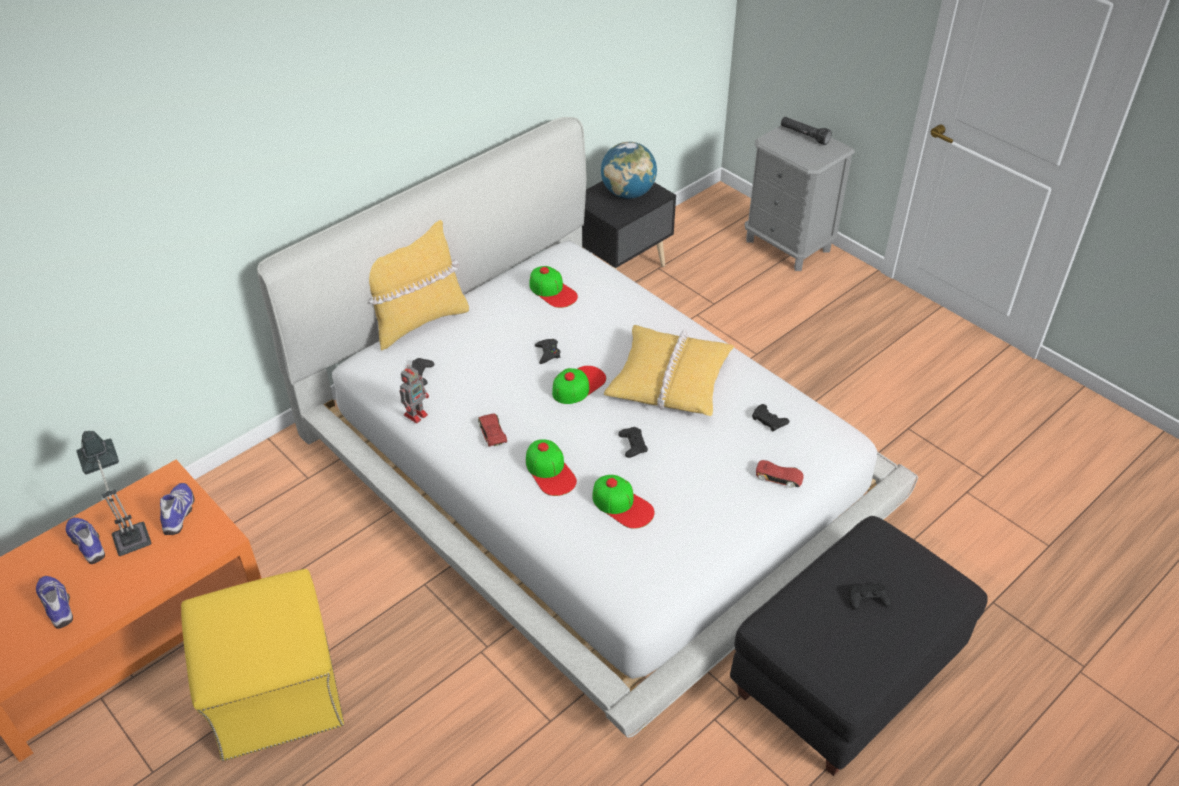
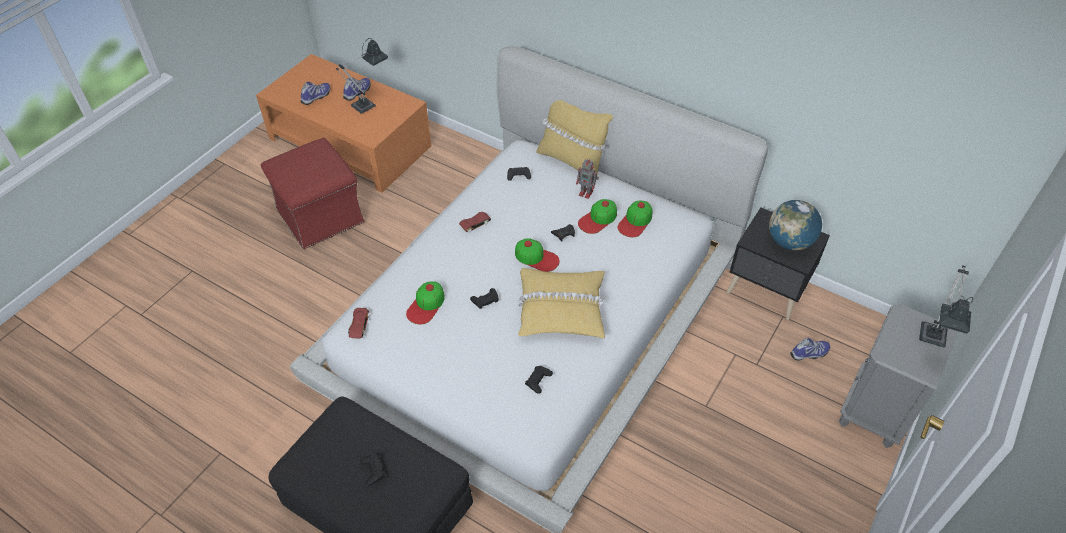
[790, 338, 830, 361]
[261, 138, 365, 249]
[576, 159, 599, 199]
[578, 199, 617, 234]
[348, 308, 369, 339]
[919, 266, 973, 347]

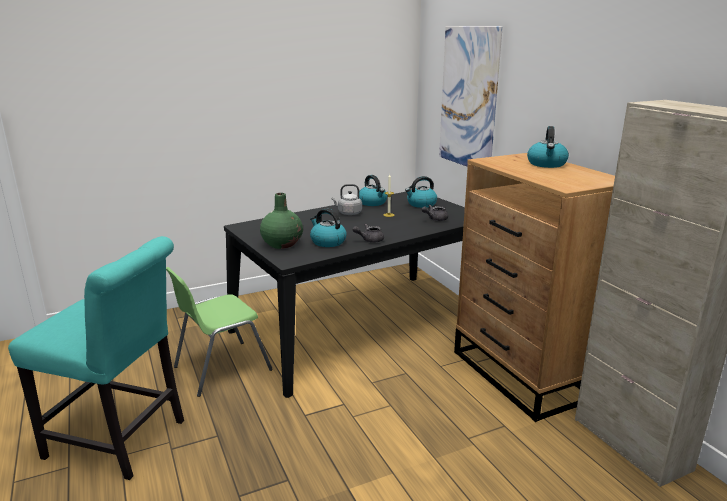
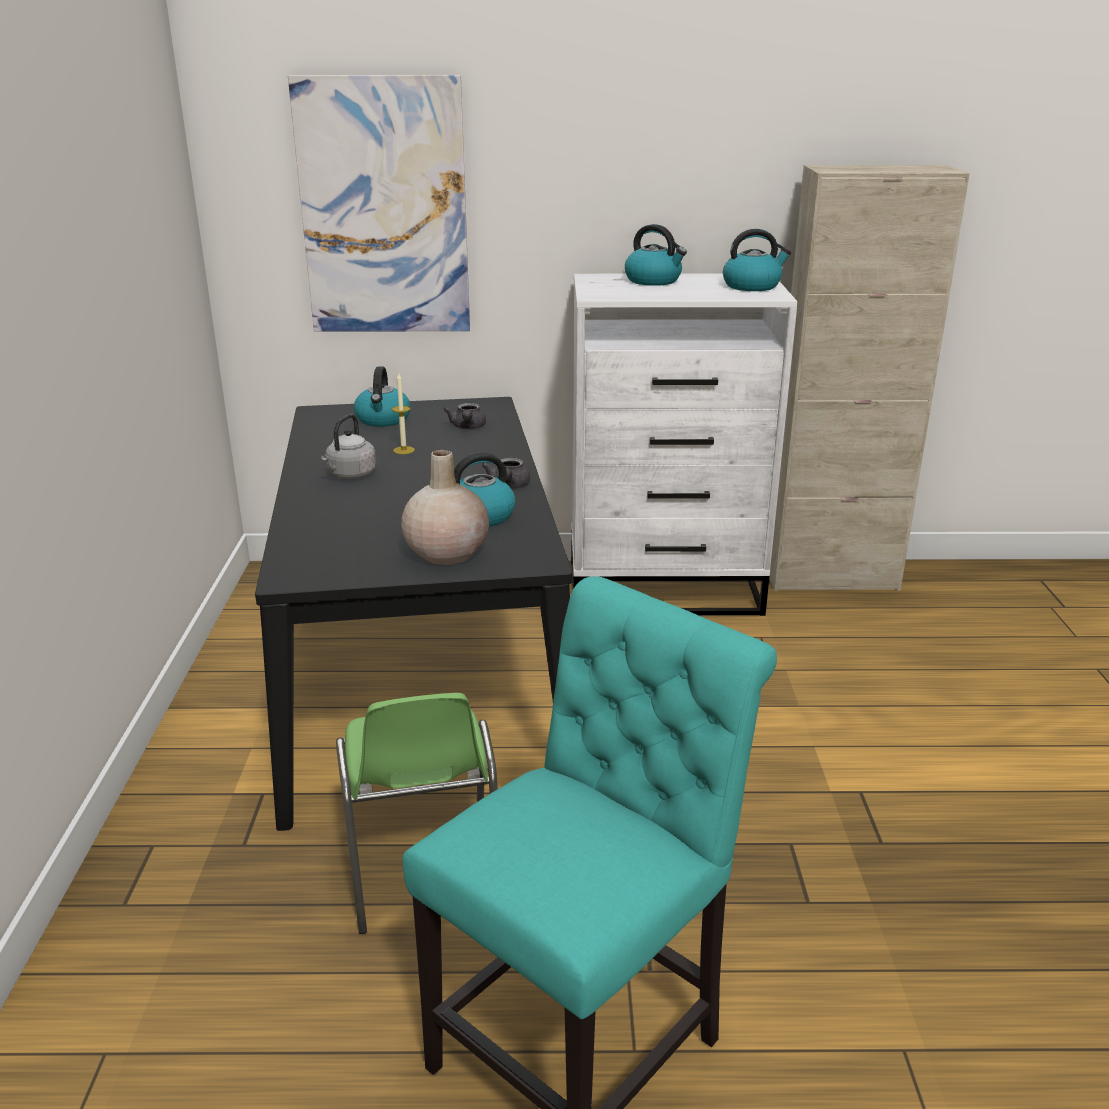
[401, 450, 489, 565]
[723, 229, 791, 291]
[571, 273, 797, 616]

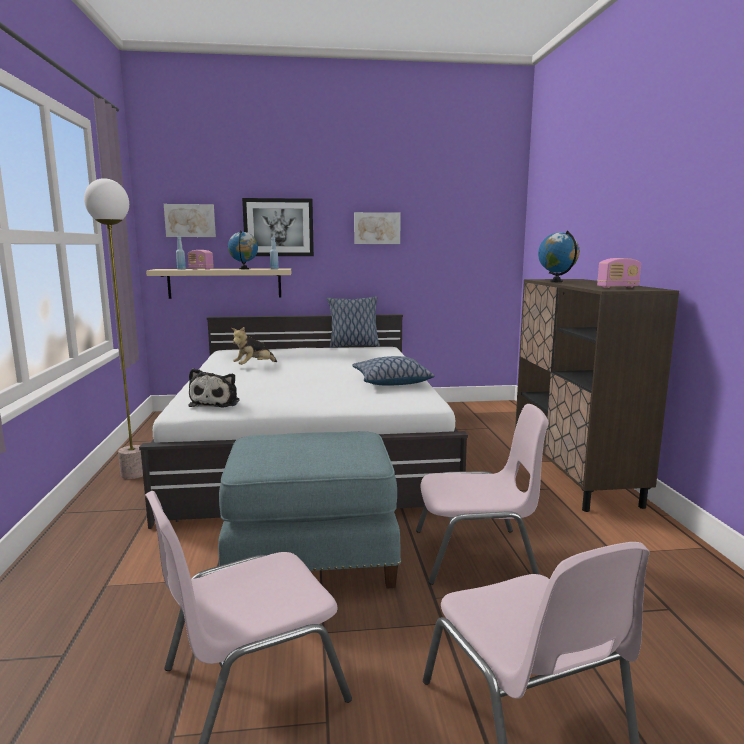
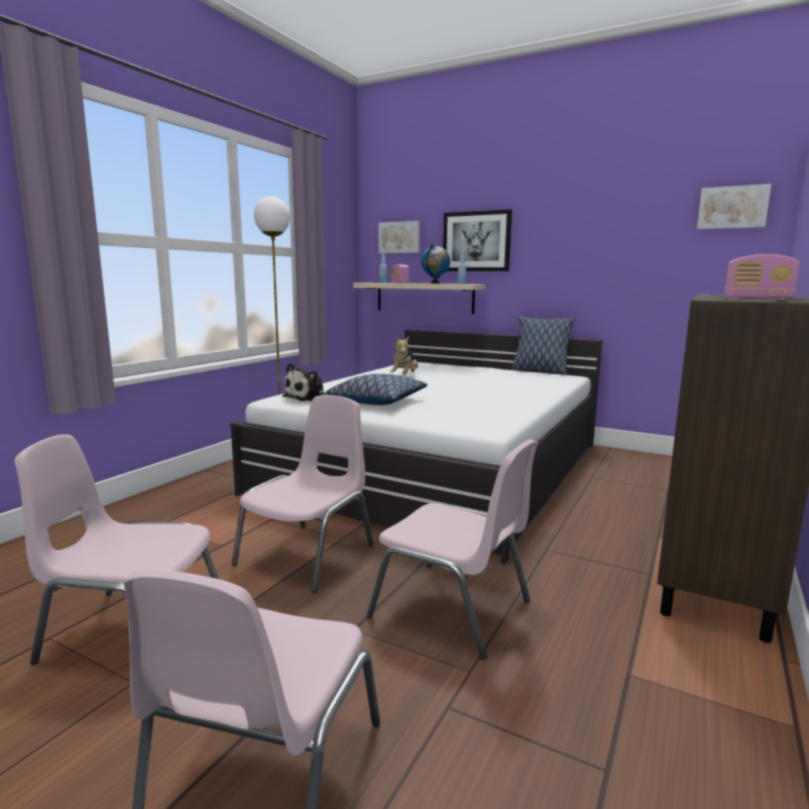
[232, 395, 374, 593]
[390, 336, 418, 374]
[326, 374, 427, 405]
[697, 184, 771, 229]
[538, 230, 579, 282] (first image)

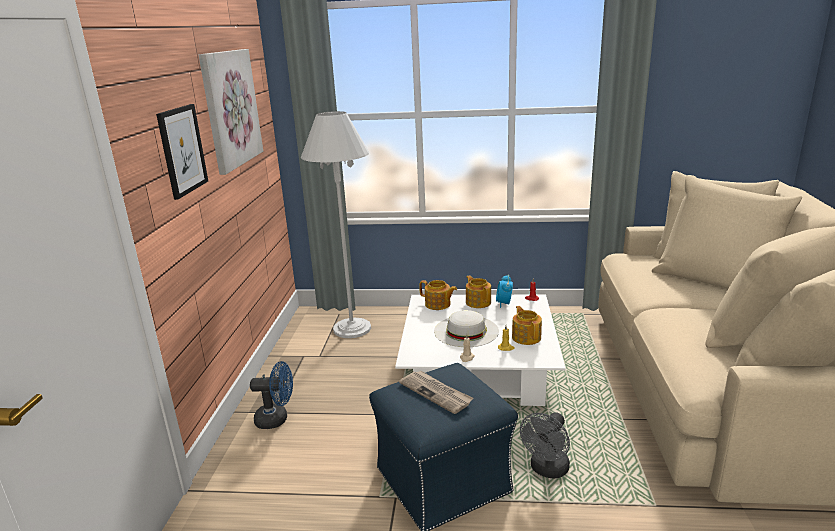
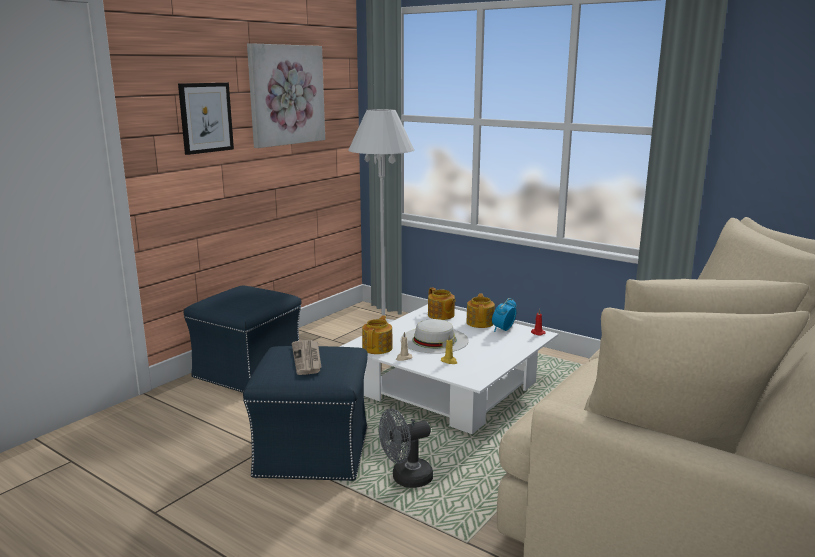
[184, 285, 302, 393]
[362, 315, 393, 354]

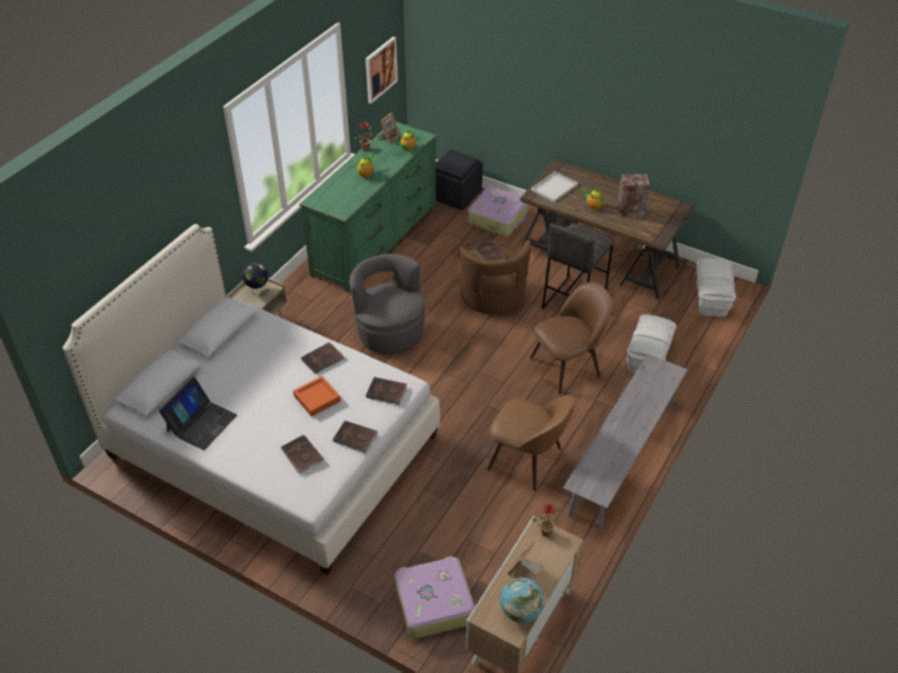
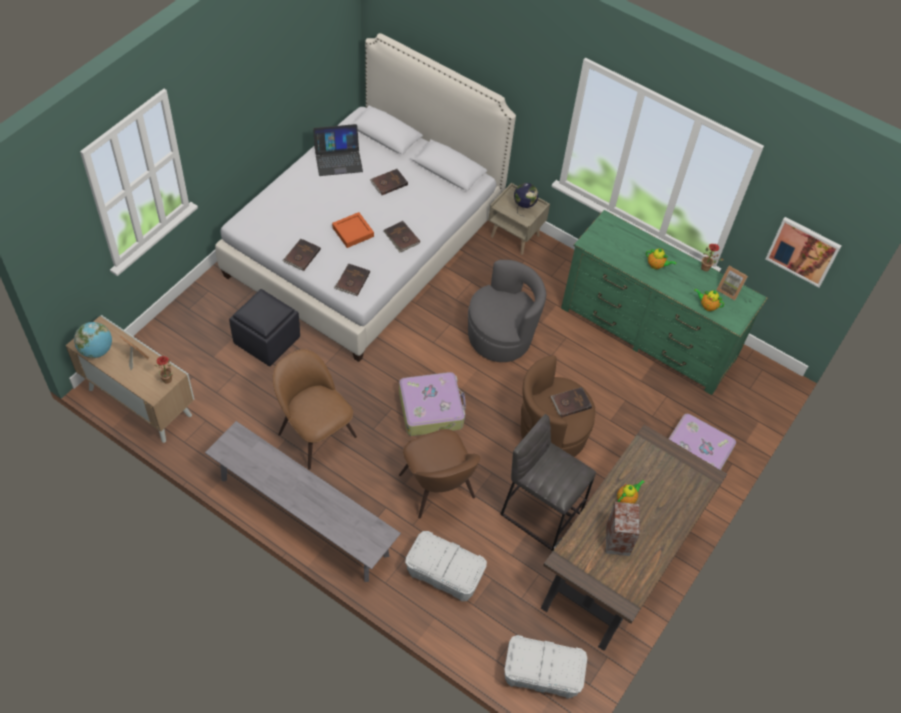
[313, 124, 363, 176]
[370, 169, 408, 195]
[399, 372, 466, 436]
[229, 289, 300, 366]
[273, 349, 357, 470]
[531, 171, 578, 202] (first image)

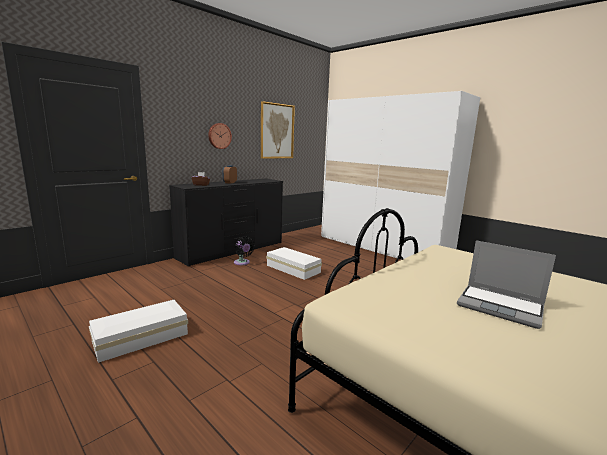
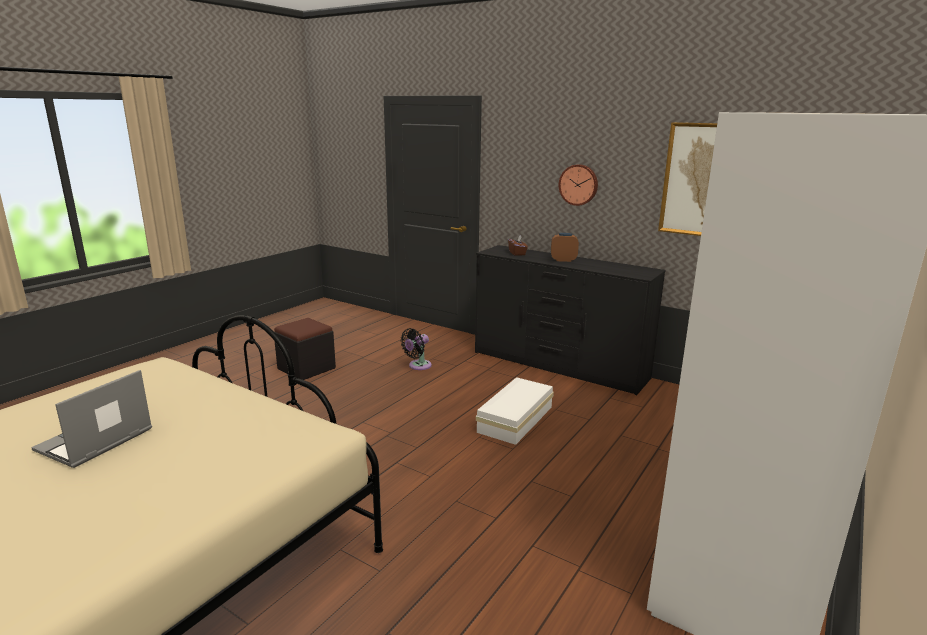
[274, 318, 336, 380]
[400, 328, 432, 370]

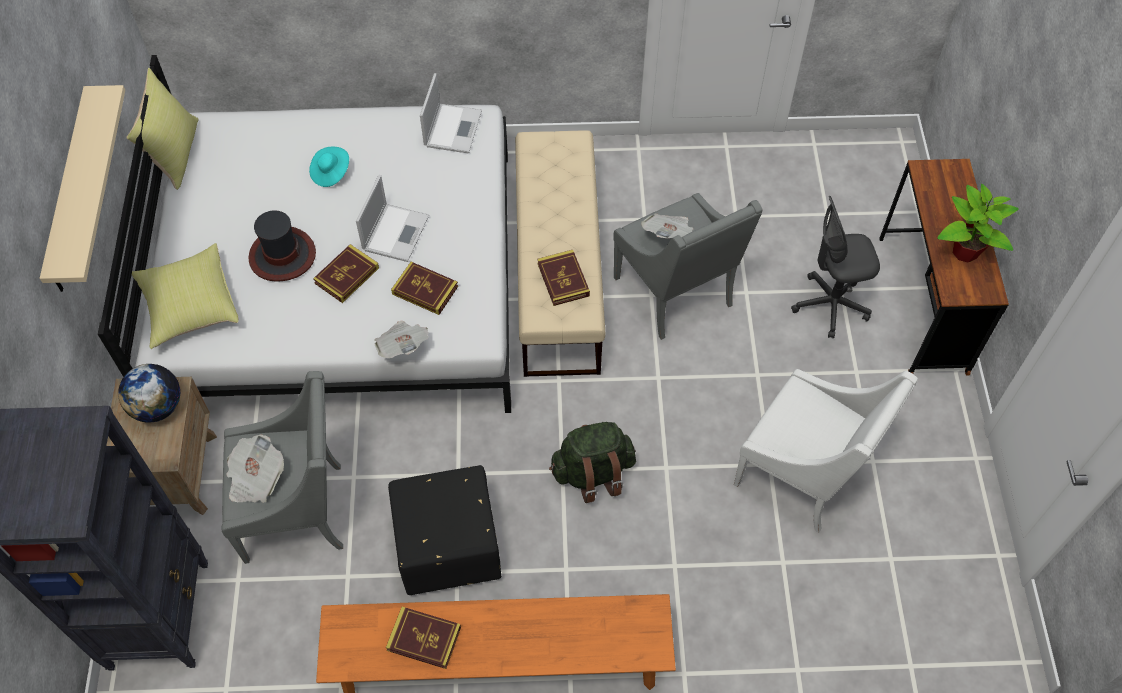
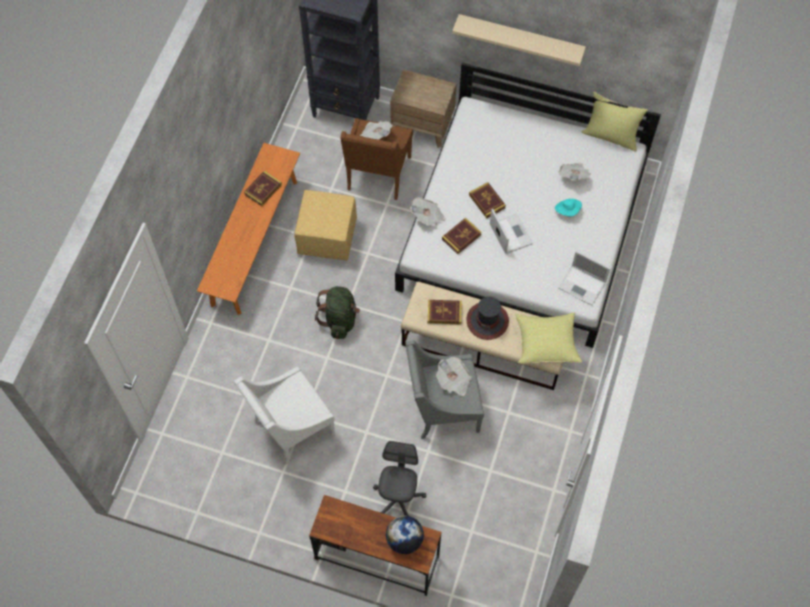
[386, 516, 424, 554]
[515, 313, 582, 364]
[340, 118, 413, 200]
[466, 297, 509, 340]
[490, 209, 533, 254]
[294, 190, 357, 261]
[937, 184, 1018, 263] (first image)
[558, 163, 591, 180]

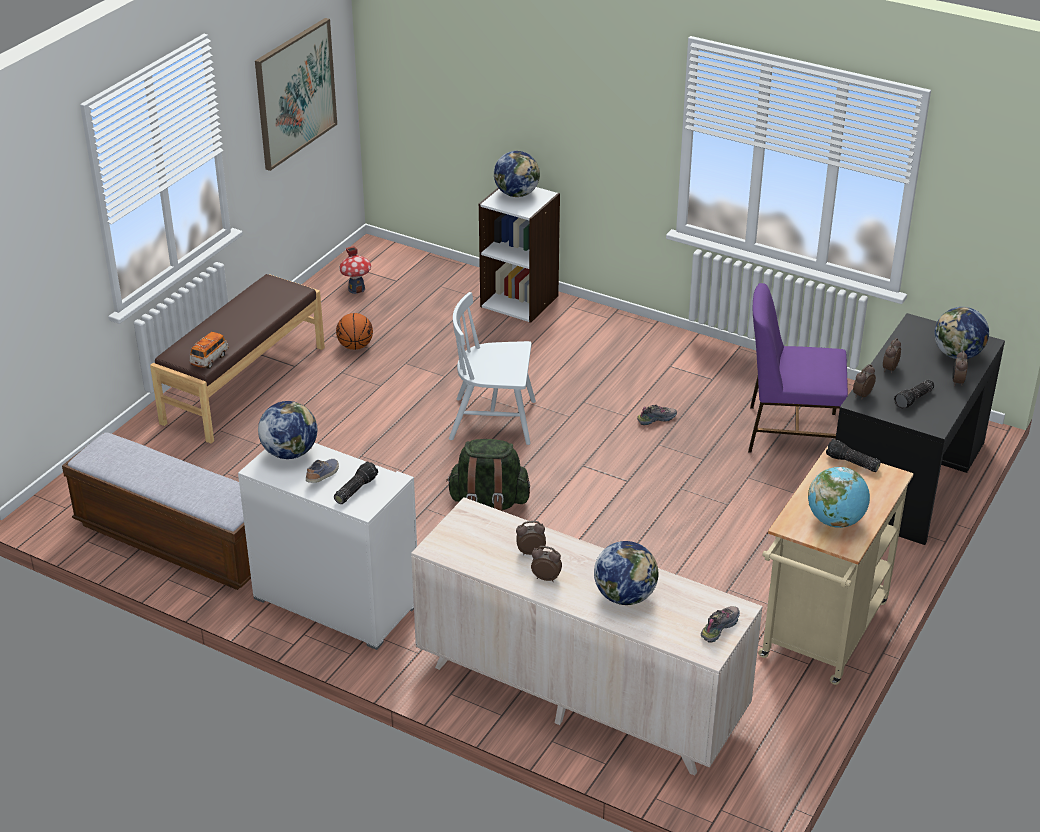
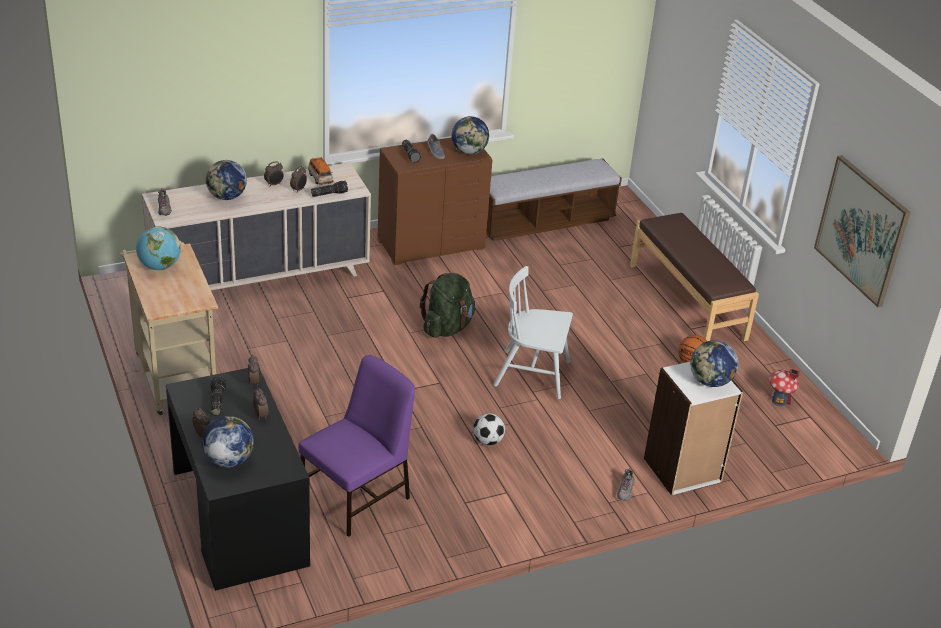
[308, 157, 333, 185]
[378, 137, 493, 265]
[494, 266, 573, 399]
[617, 468, 635, 501]
[311, 181, 348, 197]
[473, 413, 505, 445]

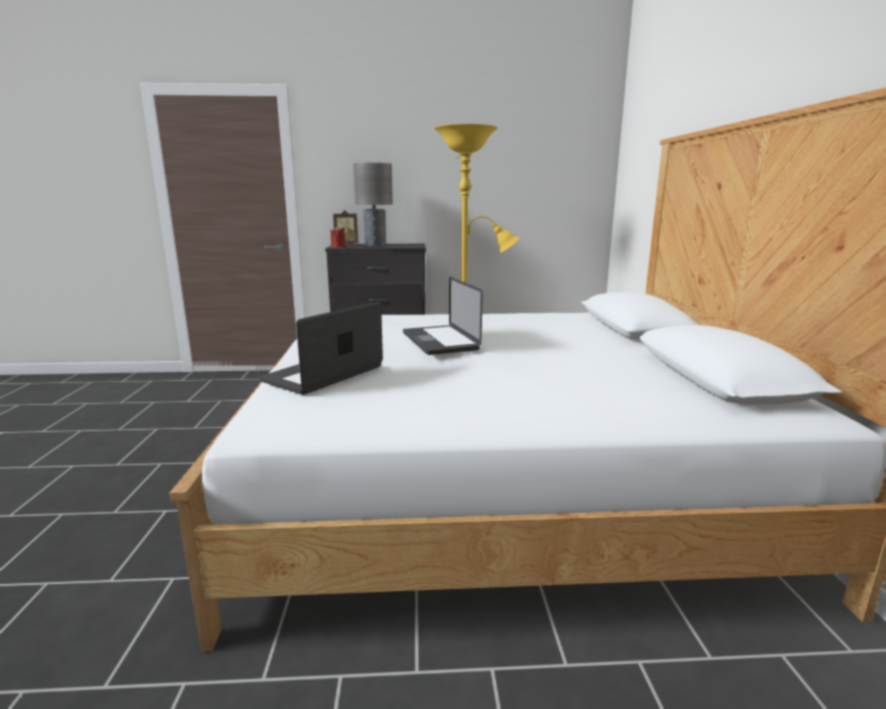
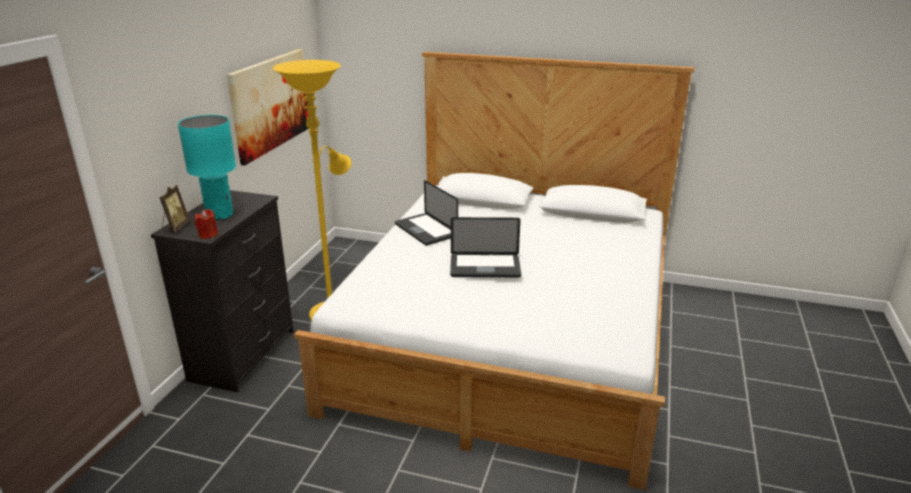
[395, 180, 458, 245]
[178, 115, 236, 220]
[227, 49, 309, 166]

